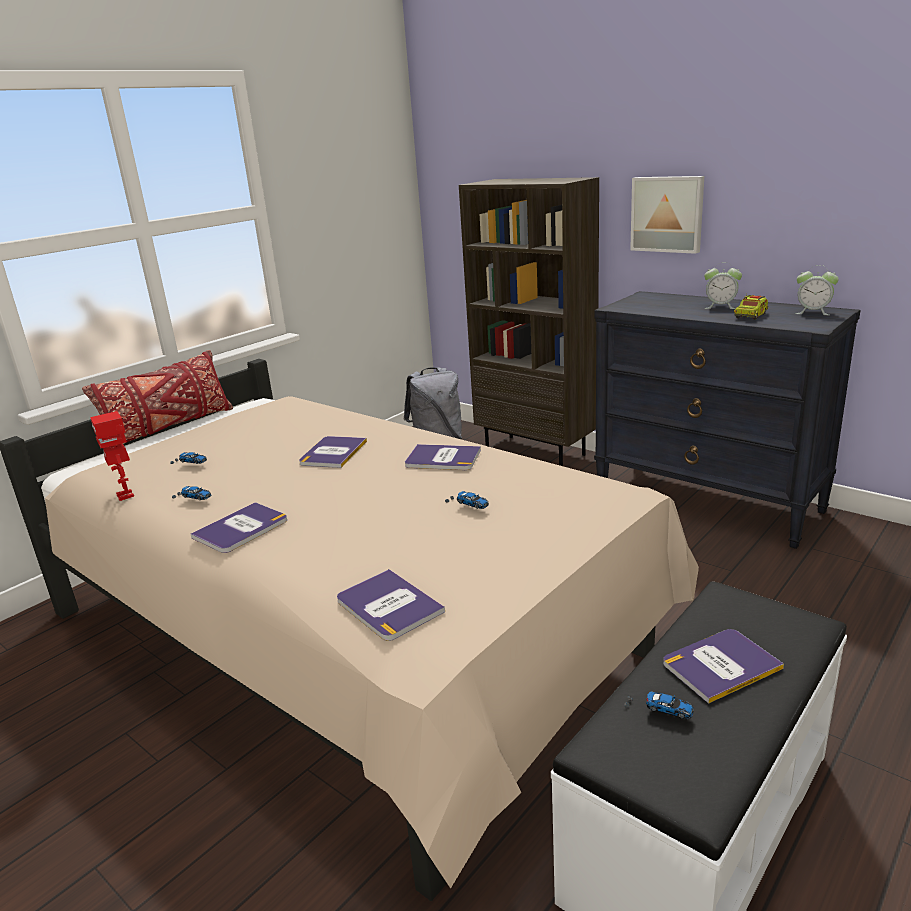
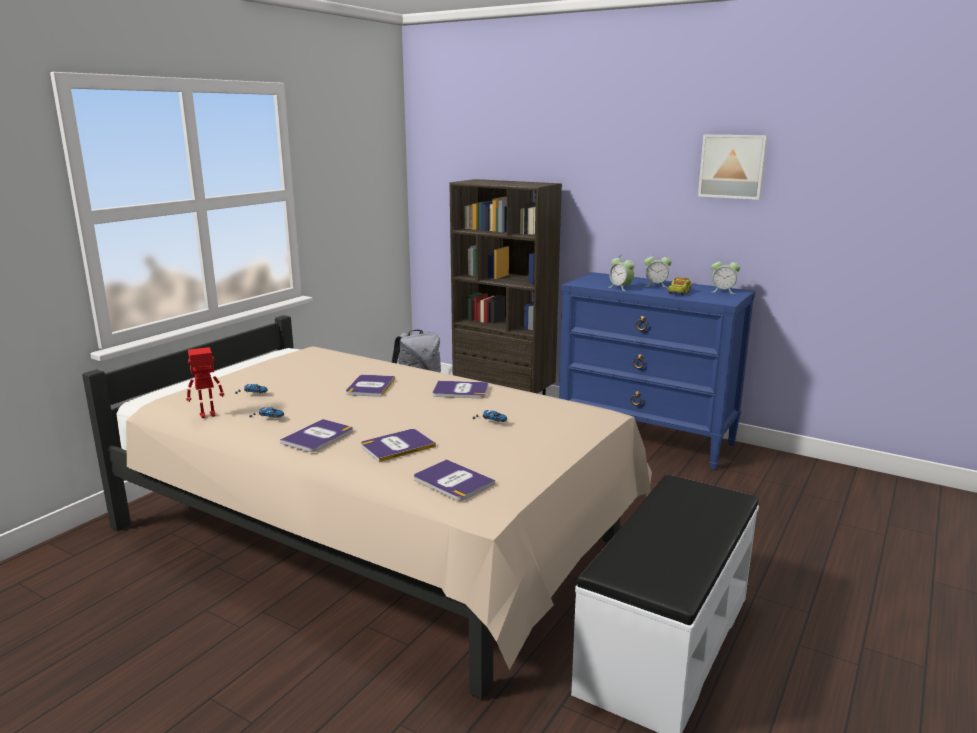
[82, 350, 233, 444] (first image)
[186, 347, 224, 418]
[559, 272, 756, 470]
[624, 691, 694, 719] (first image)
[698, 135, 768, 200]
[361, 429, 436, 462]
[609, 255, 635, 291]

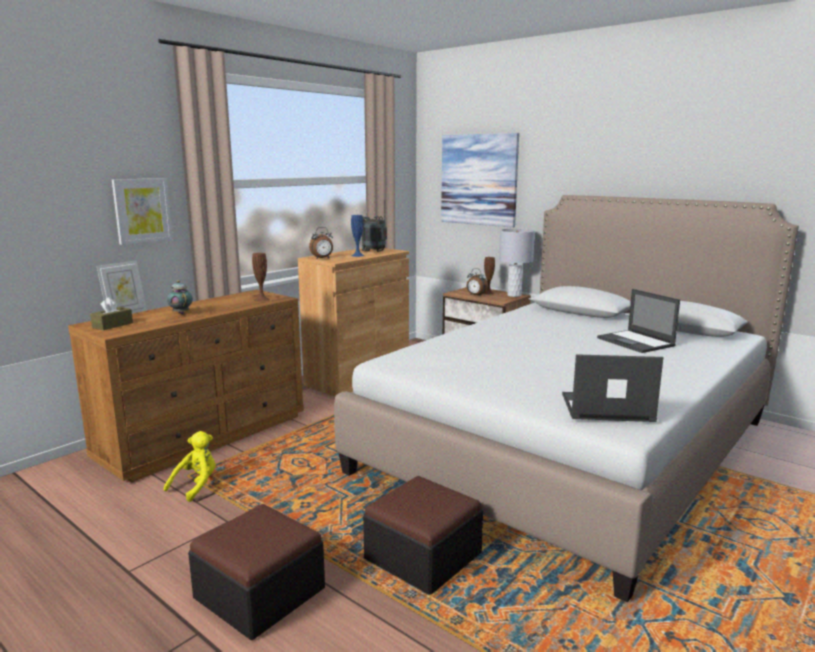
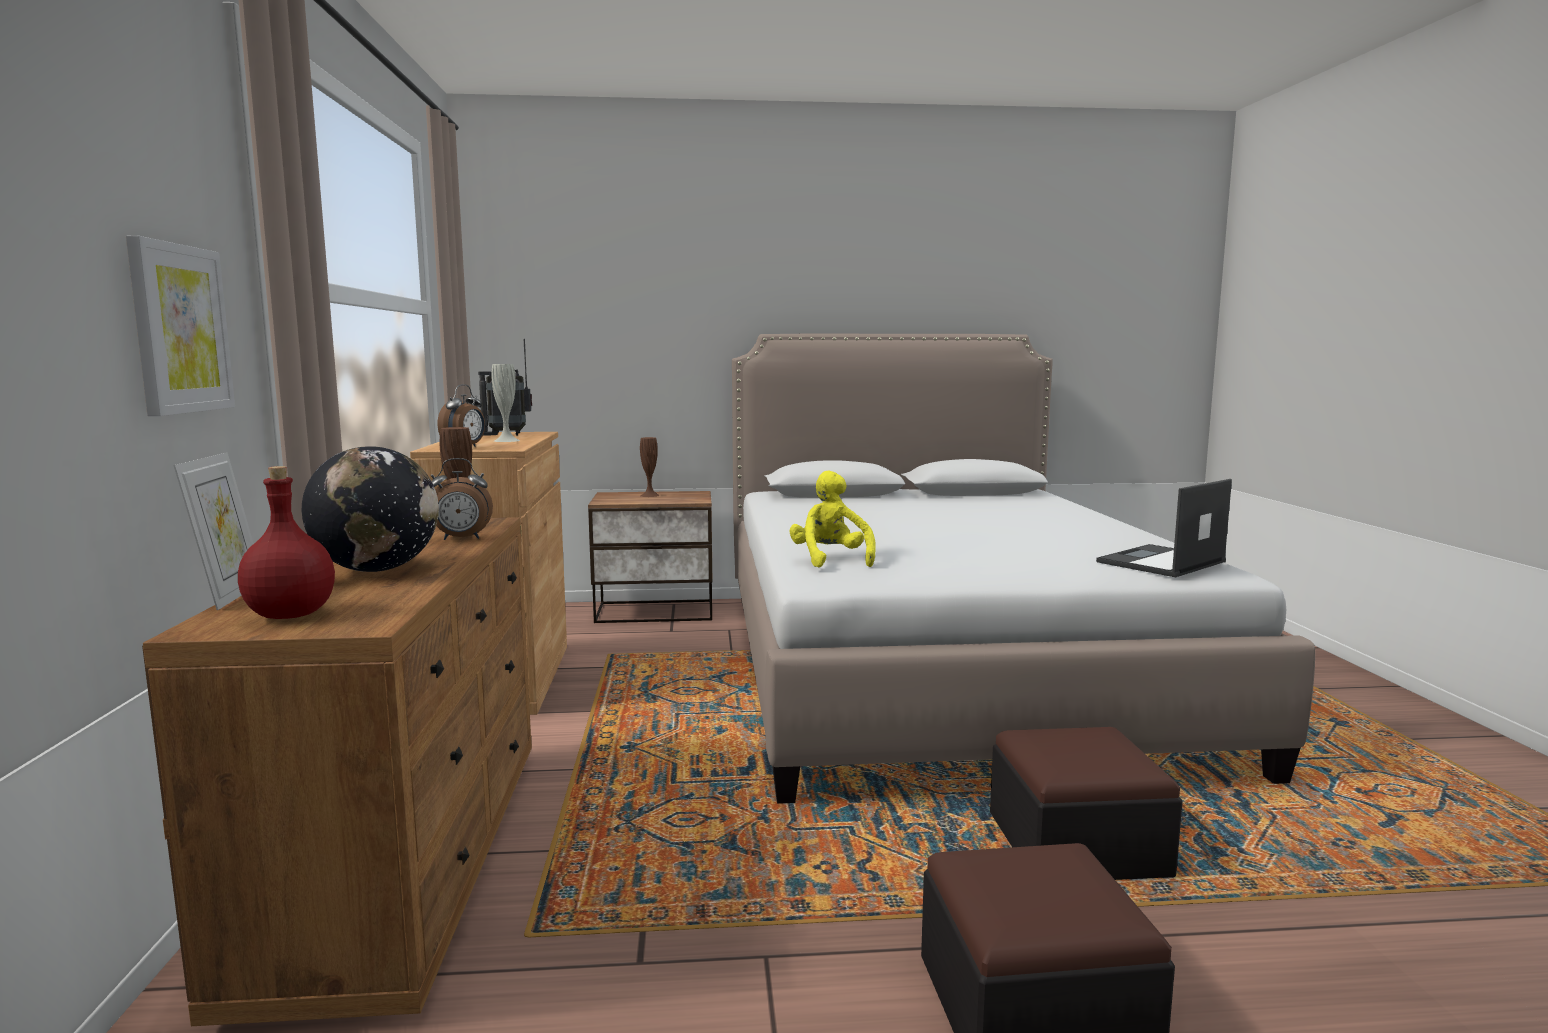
[238, 466, 335, 619]
[789, 471, 876, 568]
[302, 446, 439, 572]
[491, 364, 520, 442]
[441, 133, 519, 228] (first image)
[431, 458, 493, 540]
[499, 228, 535, 297] (first image)
[597, 289, 680, 353] (first image)

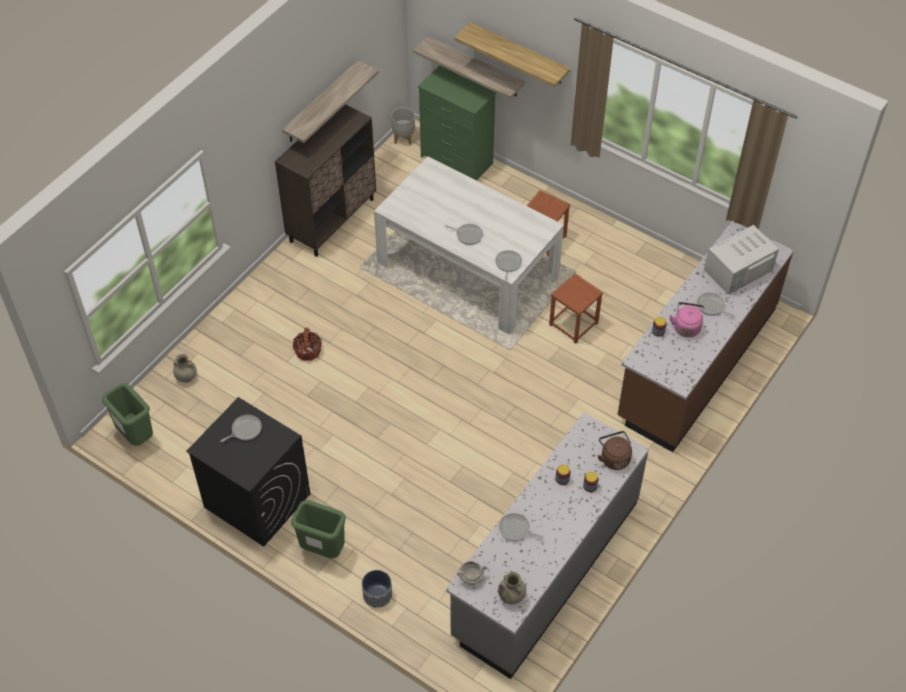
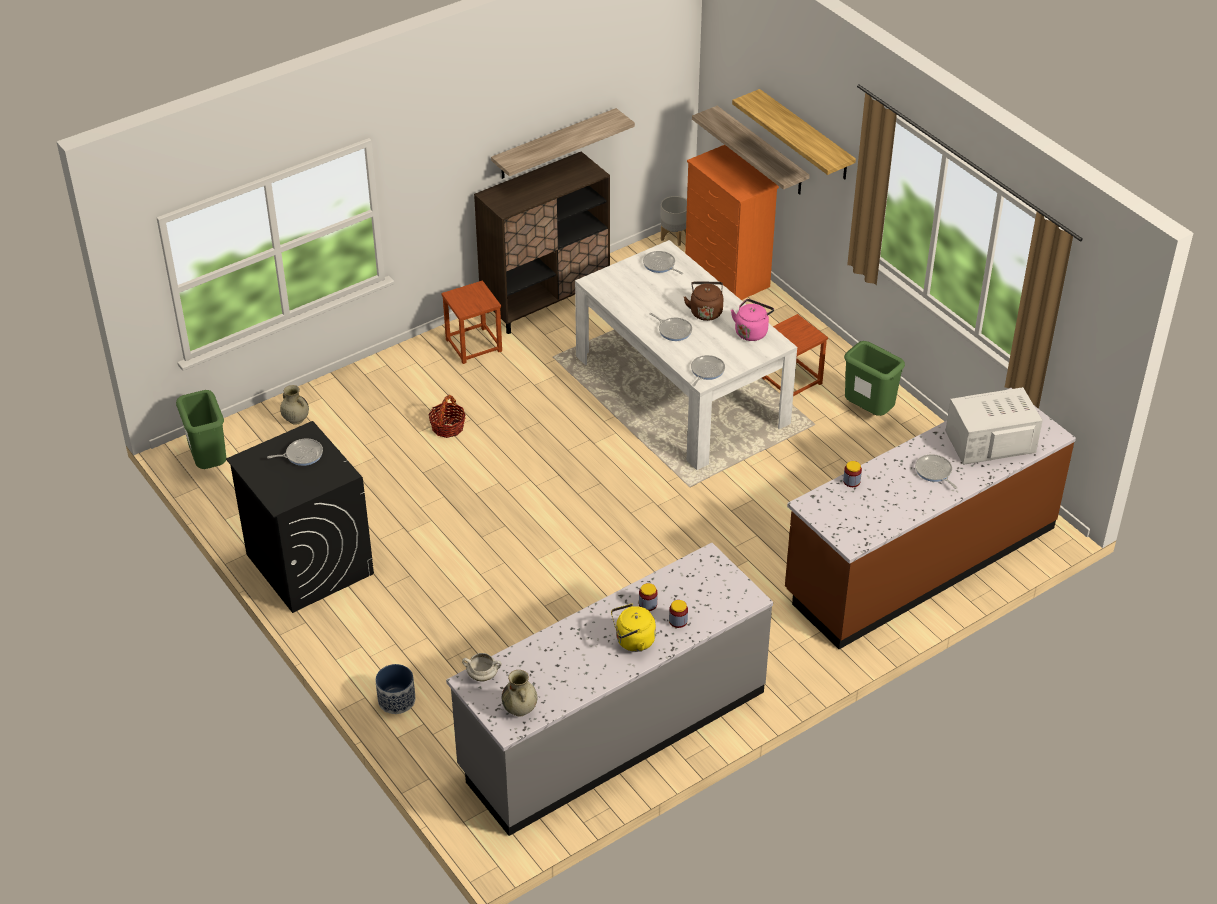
[844, 341, 905, 416]
[685, 145, 779, 300]
[643, 251, 684, 275]
[441, 280, 502, 364]
[684, 282, 723, 321]
[731, 299, 774, 341]
[611, 604, 656, 652]

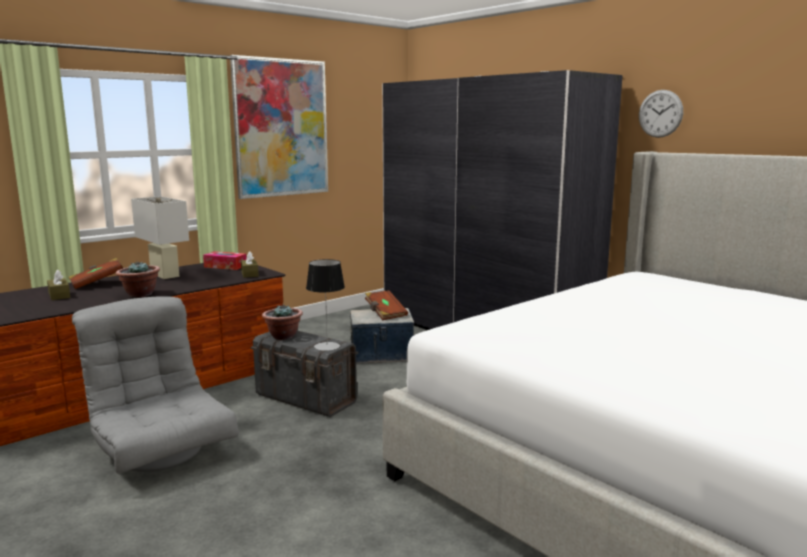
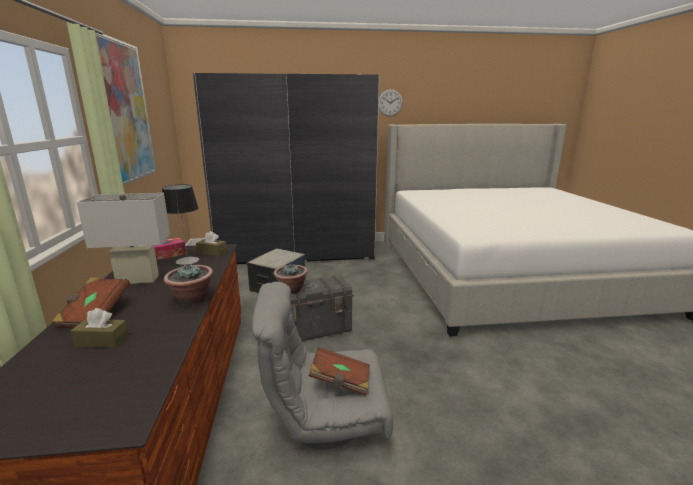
[162, 184, 199, 265]
[309, 347, 370, 395]

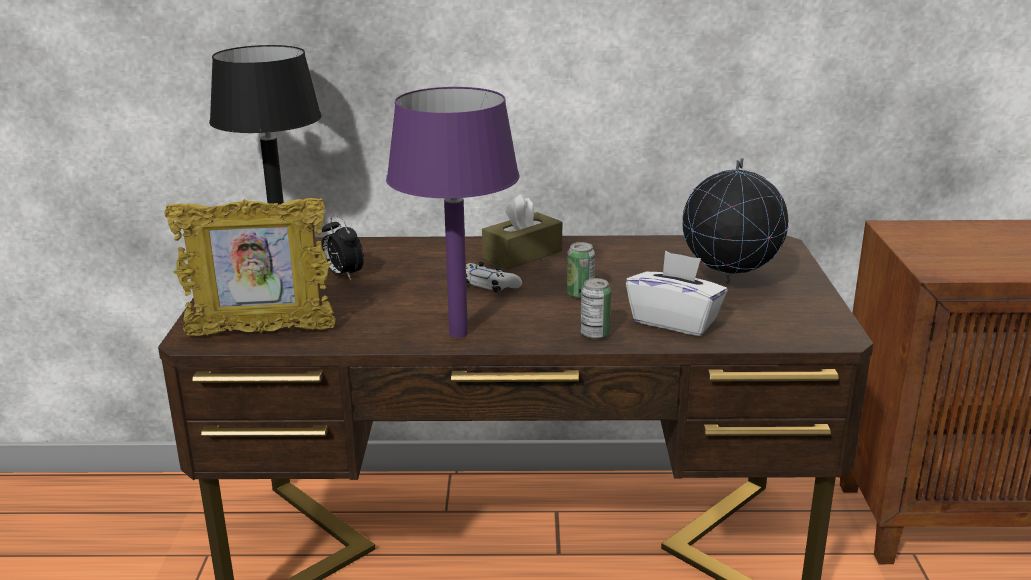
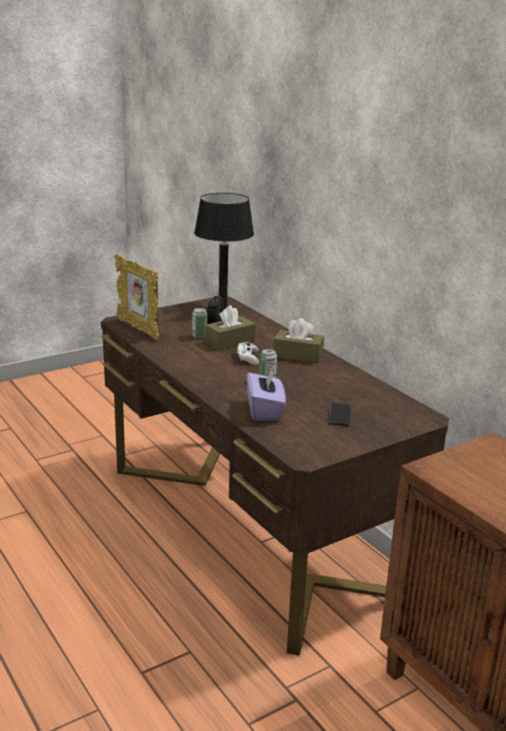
[386, 87, 520, 338] (first image)
[192, 308, 207, 339]
[247, 368, 286, 421]
[329, 403, 350, 426]
[205, 305, 255, 351]

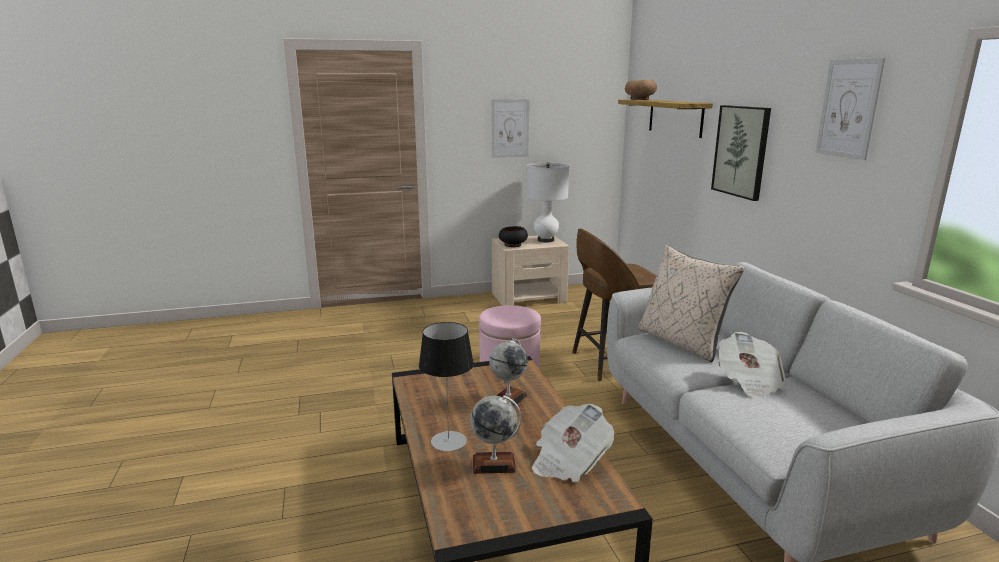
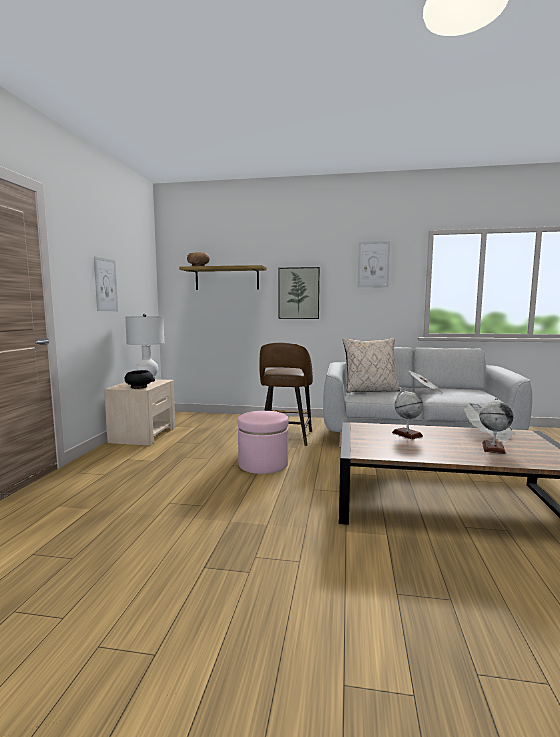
[419, 322, 474, 451] (first image)

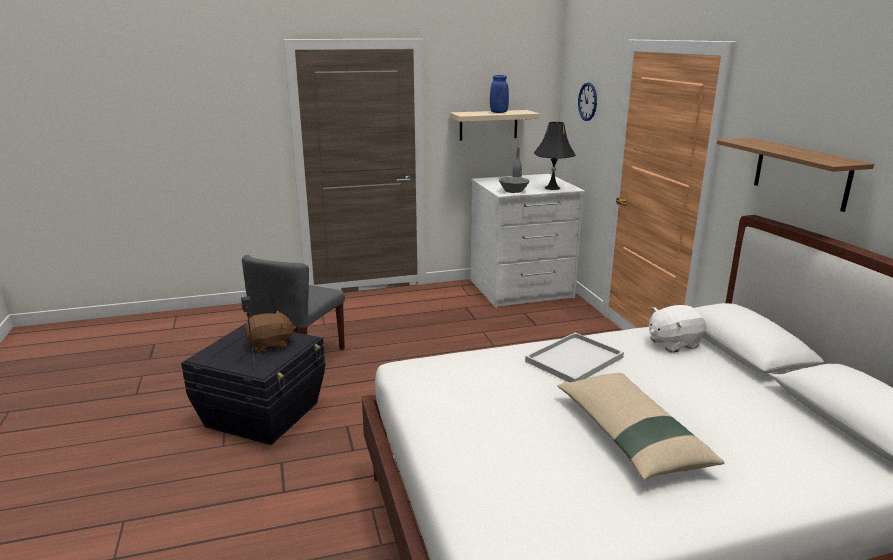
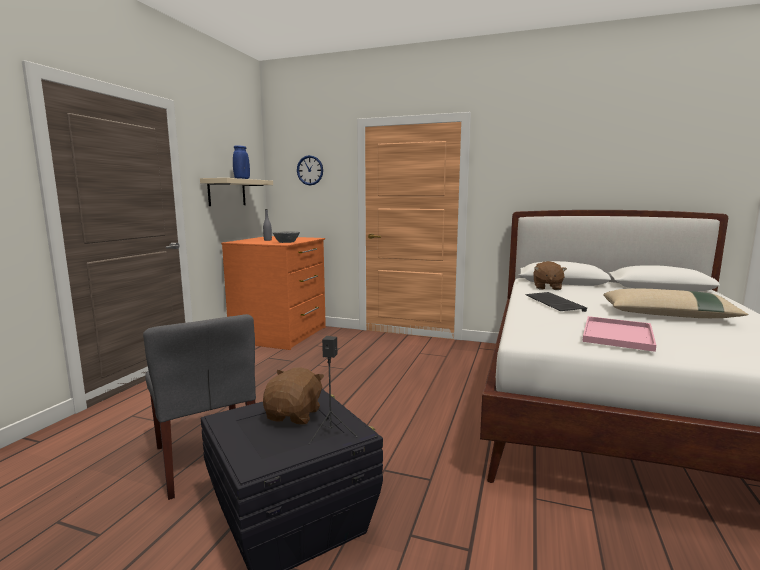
[221, 236, 326, 350]
[525, 292, 588, 312]
[534, 122, 576, 190] (first image)
[533, 261, 567, 290]
[717, 138, 874, 212] (first image)
[582, 316, 656, 352]

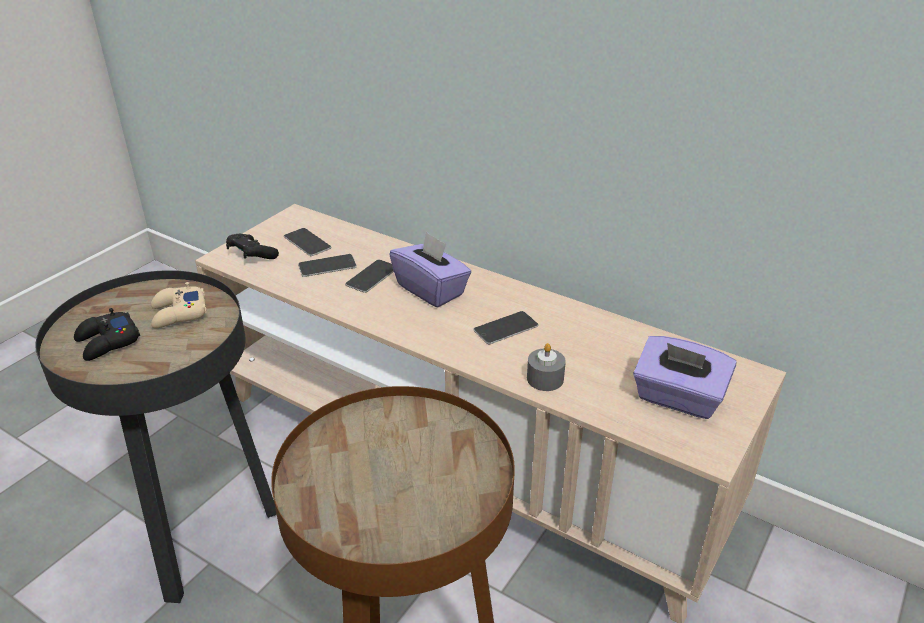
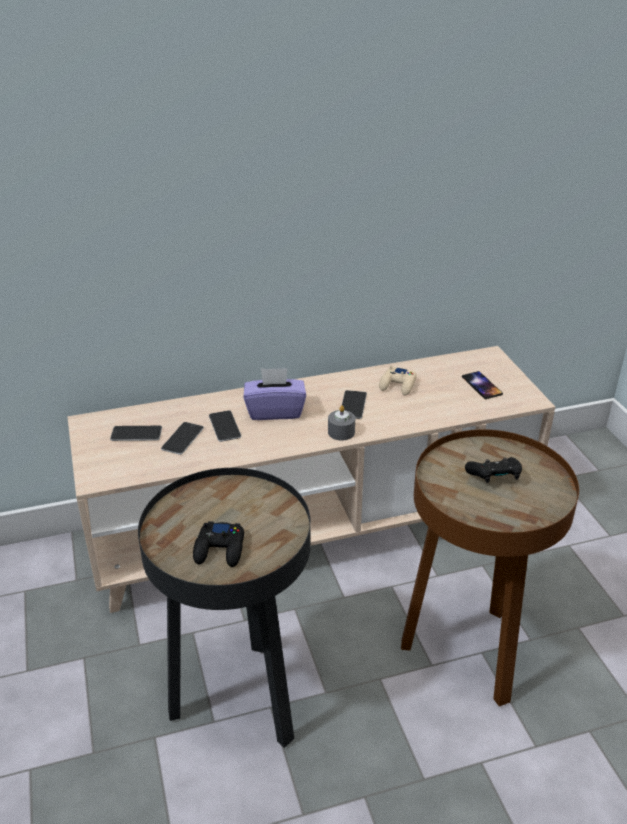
[379, 365, 417, 396]
[465, 457, 522, 483]
[328, 405, 355, 441]
[462, 371, 503, 399]

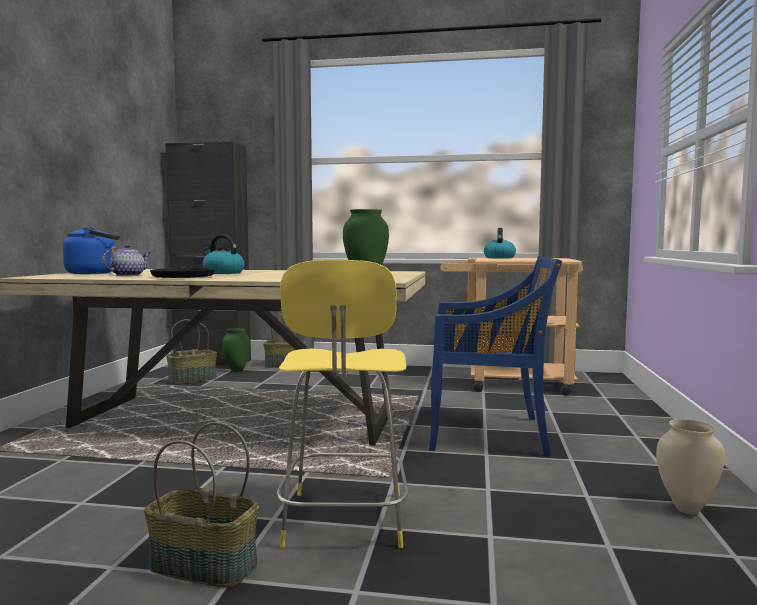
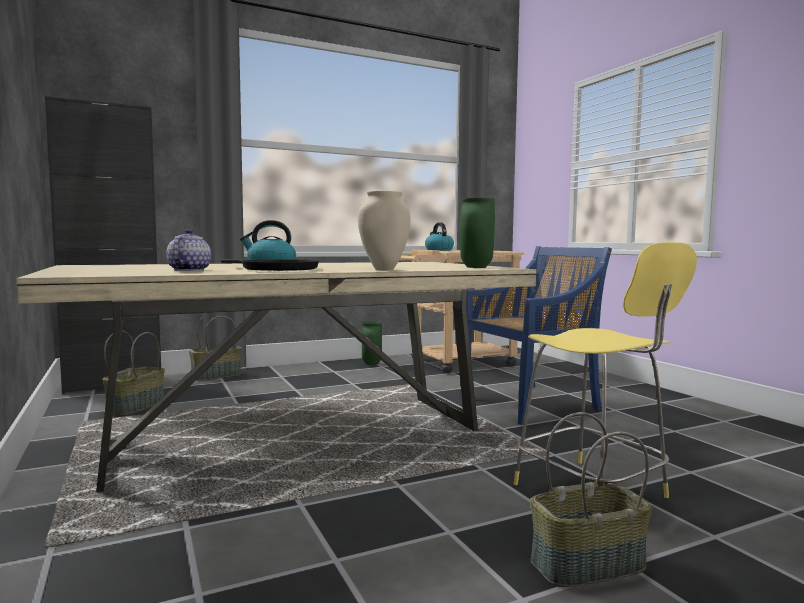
[62, 226, 120, 274] (first image)
[362, 321, 382, 365]
[358, 191, 411, 271]

